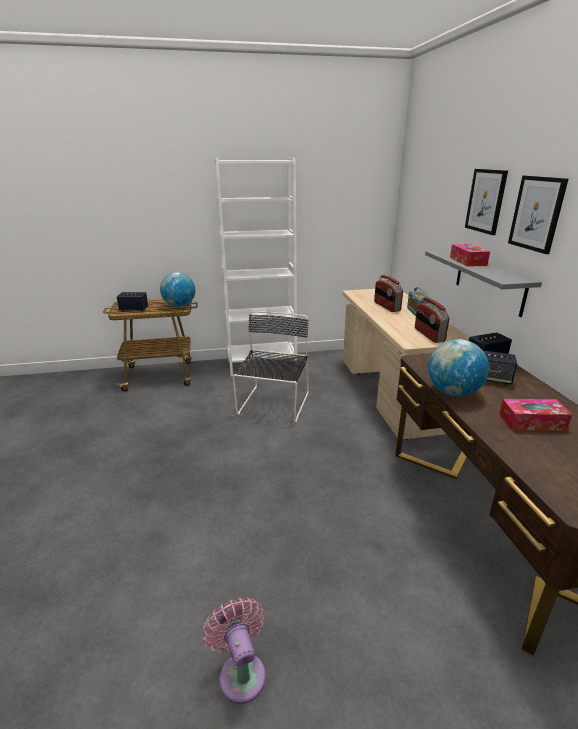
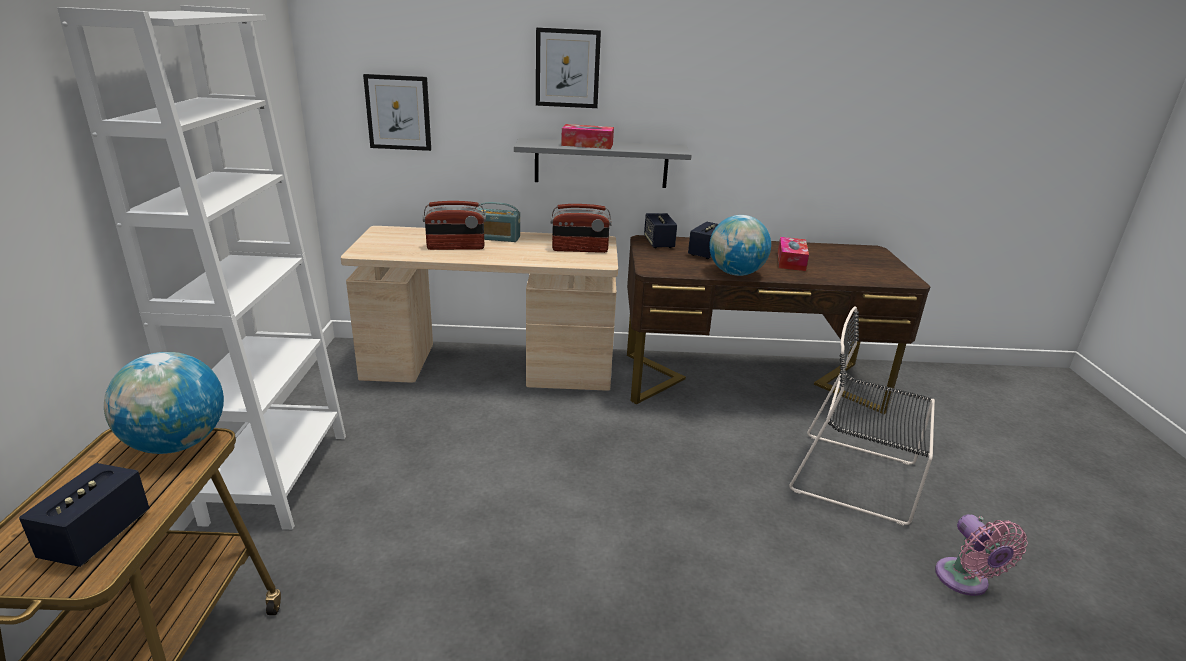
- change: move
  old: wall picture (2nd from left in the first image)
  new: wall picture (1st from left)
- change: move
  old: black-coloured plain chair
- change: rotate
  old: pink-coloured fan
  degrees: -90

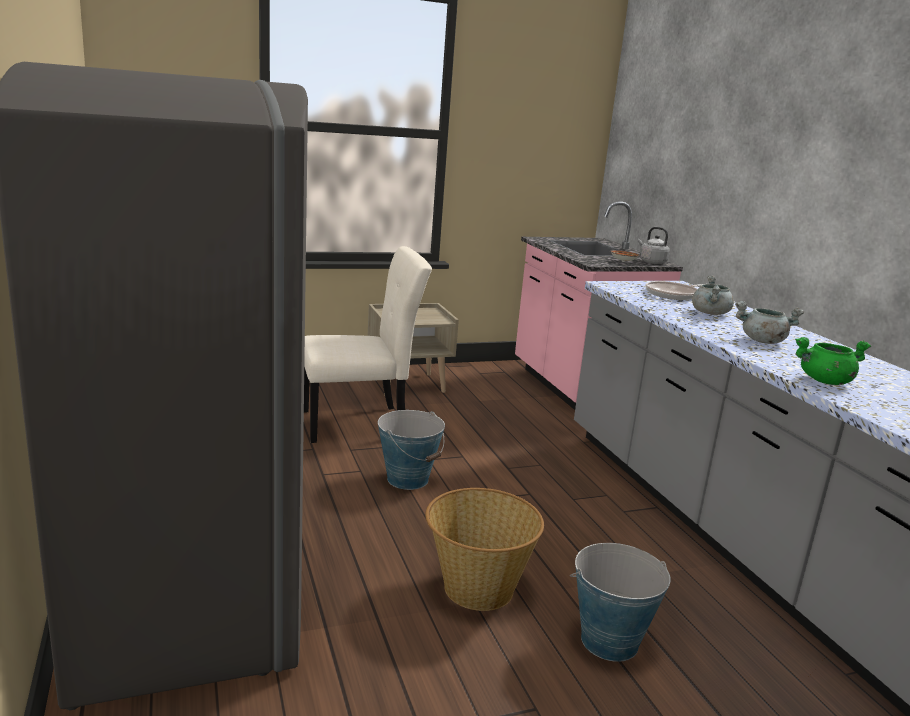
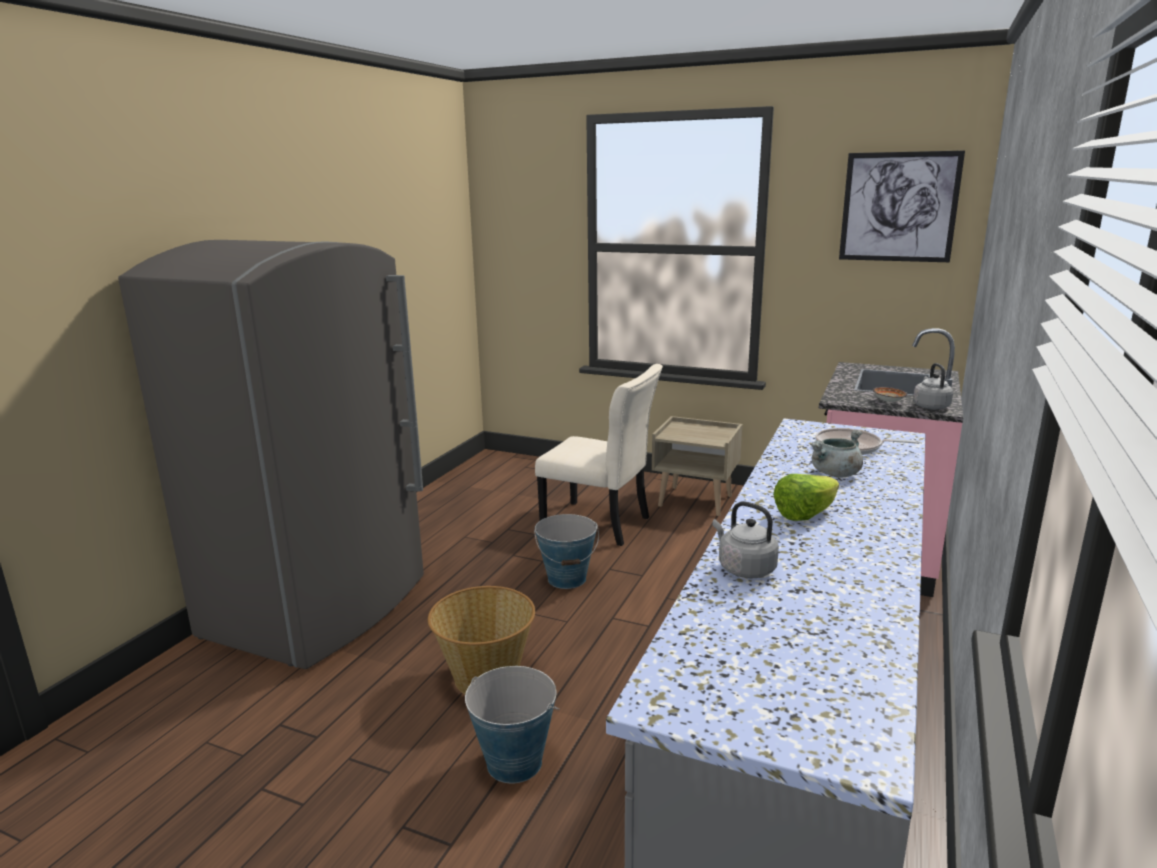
- change: replace
  old: greenish stockpot
  new: gray water kettle (1st from left)
- change: replace
  old: gray stockpot (2nd from left)
  new: lettuce head
- change: insert
  new: wall picture

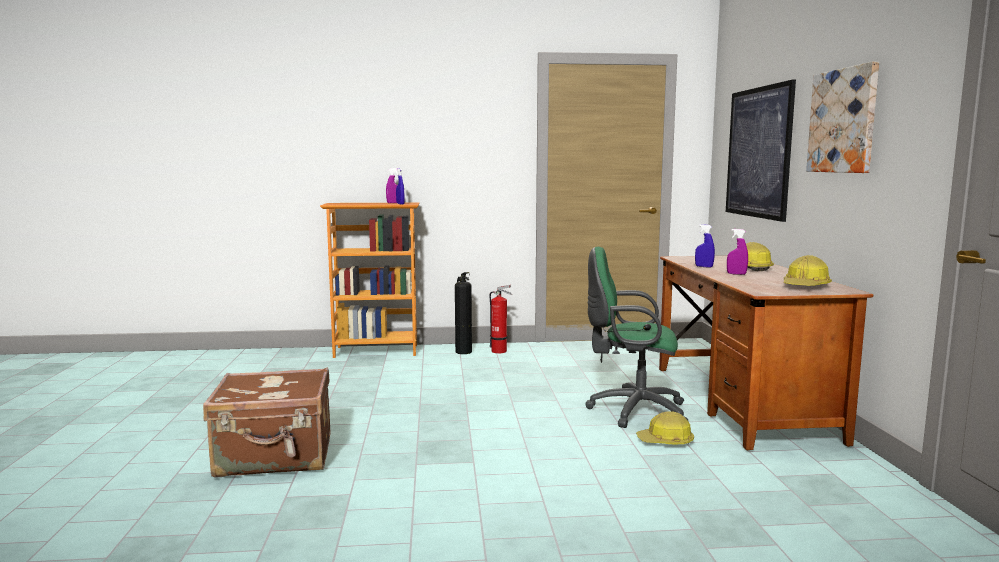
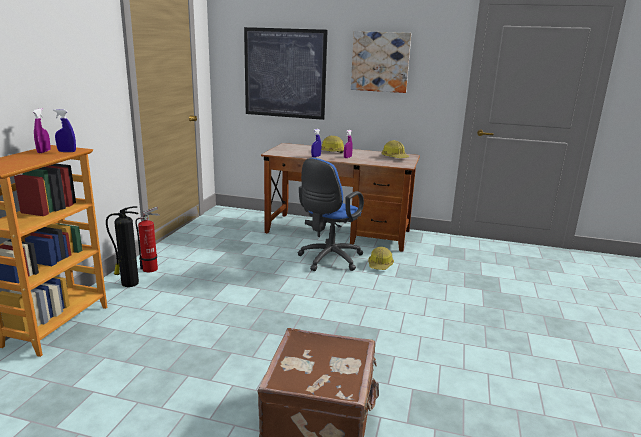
- change: recolor
  old: greenish computer chair
  new: blue-coloured computer chair

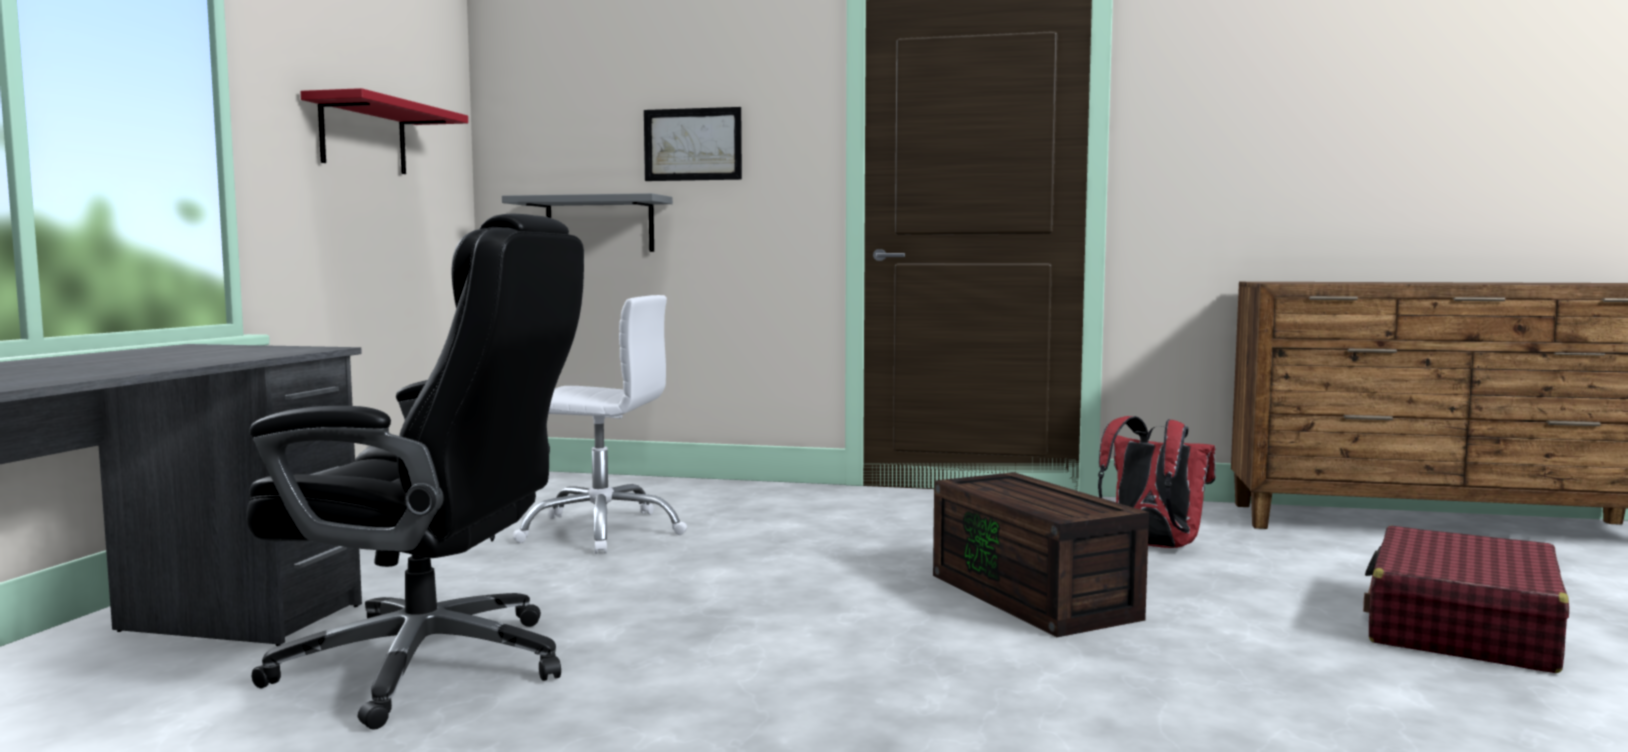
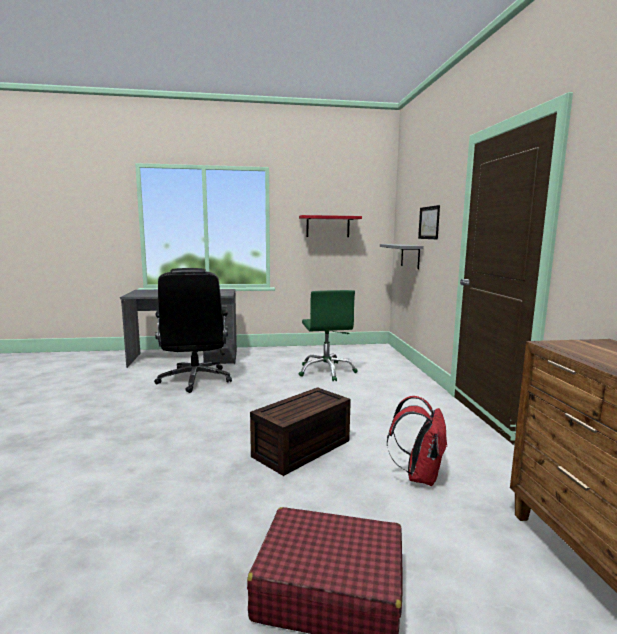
- change: recolor
  old: white-coloured computer chair
  new: greenish computer chair

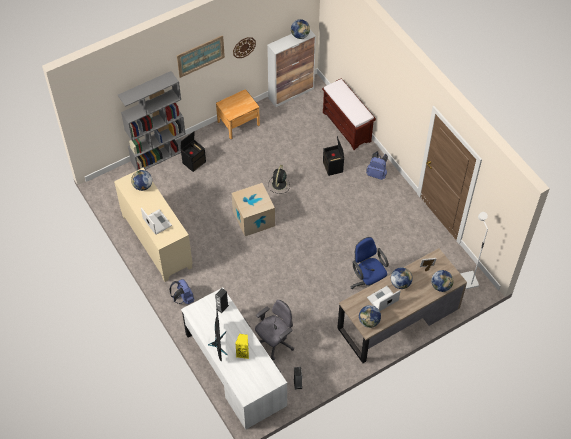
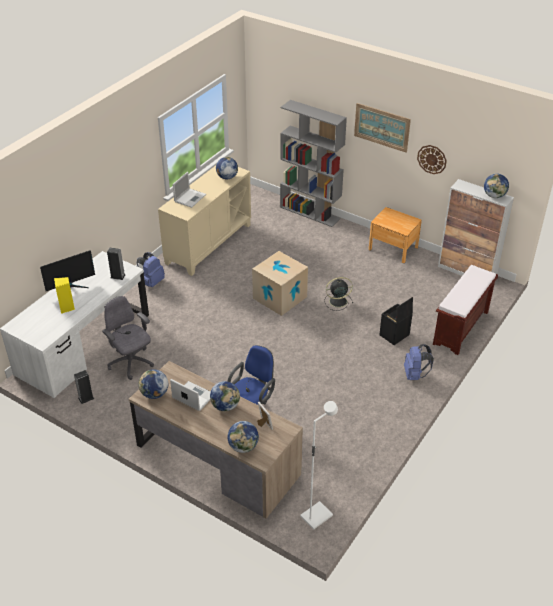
- change: rotate
  old: gray computer chair
  degrees: -150
- change: delete
  old: black-coloured storage bin (1st from left)

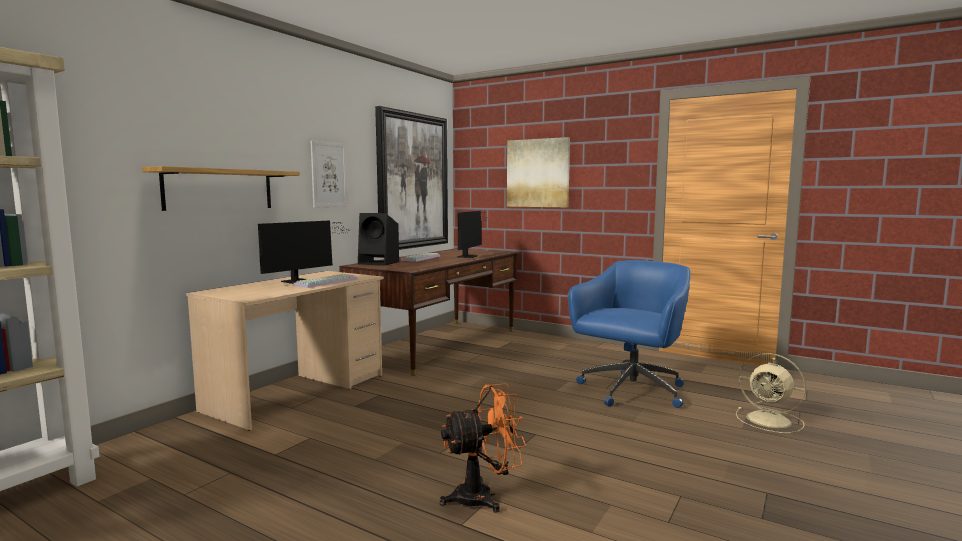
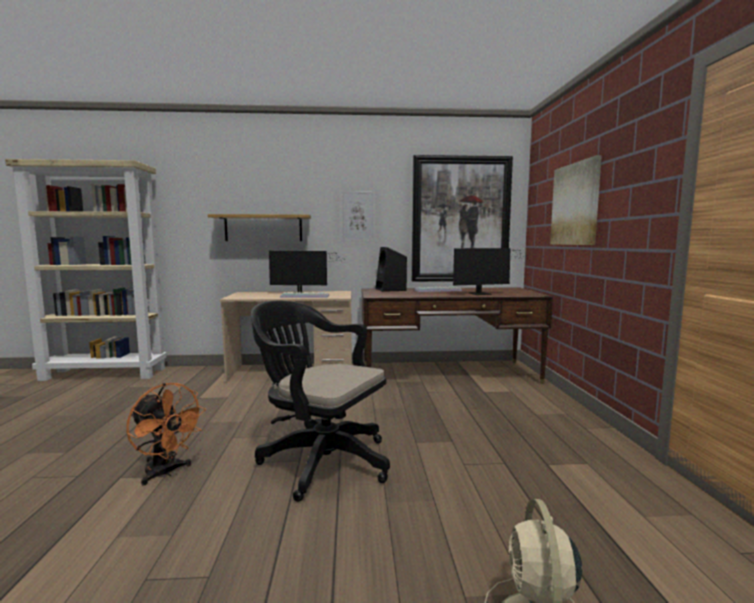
- change: insert
  new: black-coloured computer chair
- change: delete
  old: blue-coloured computer chair

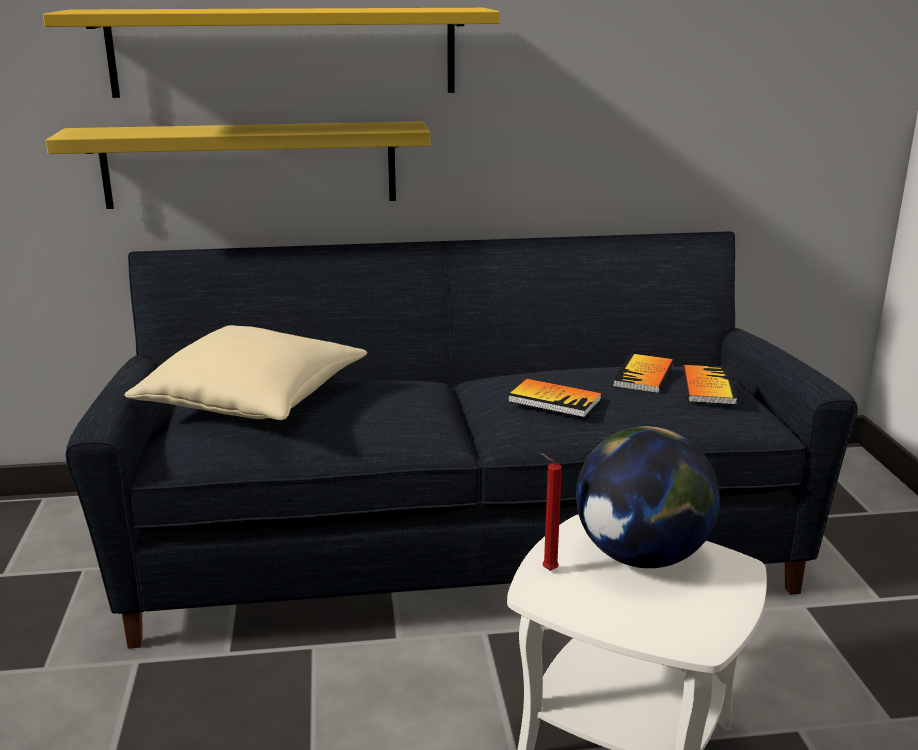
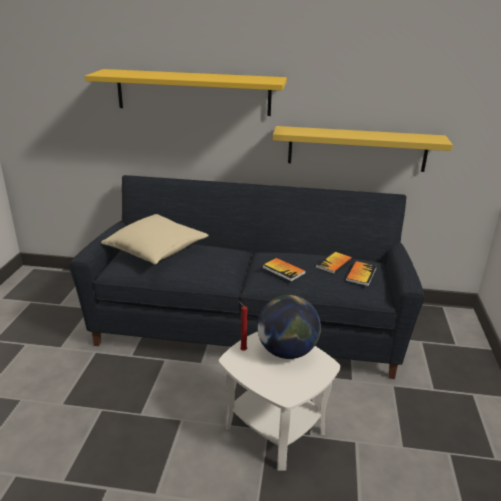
- change: move
  old: yellowish bracket shelf (1st from left in the first image)
  new: yellowish bracket shelf (2nd from left)

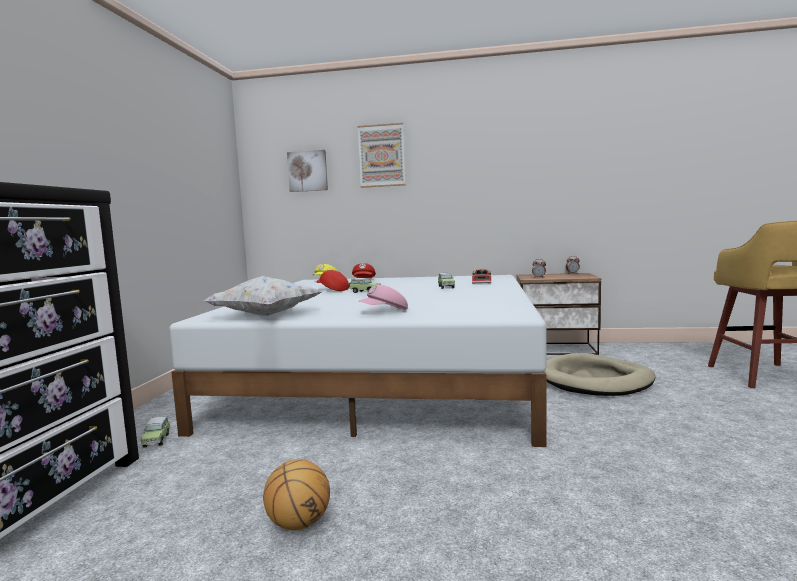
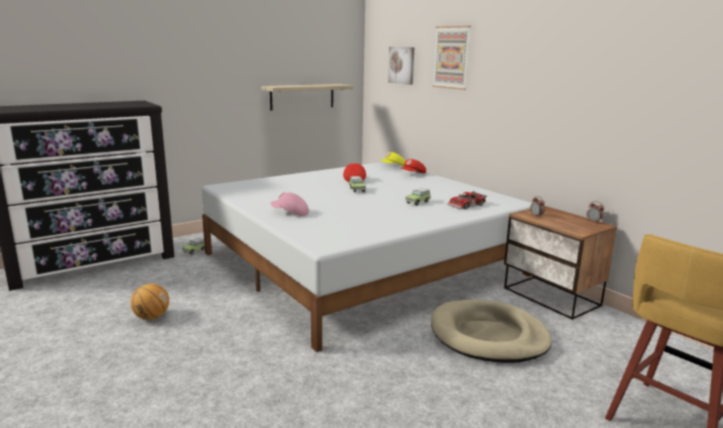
- change: insert
  new: bracket shelf
- change: delete
  old: white-coloured cushion

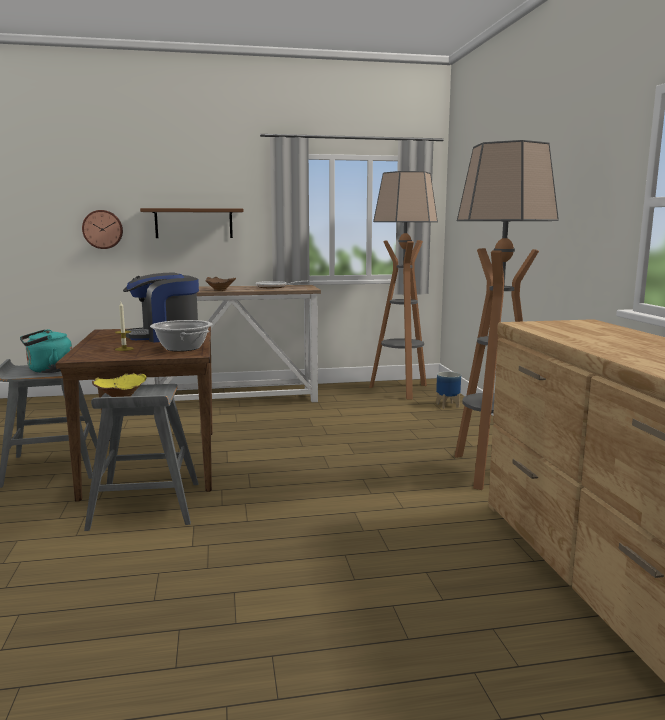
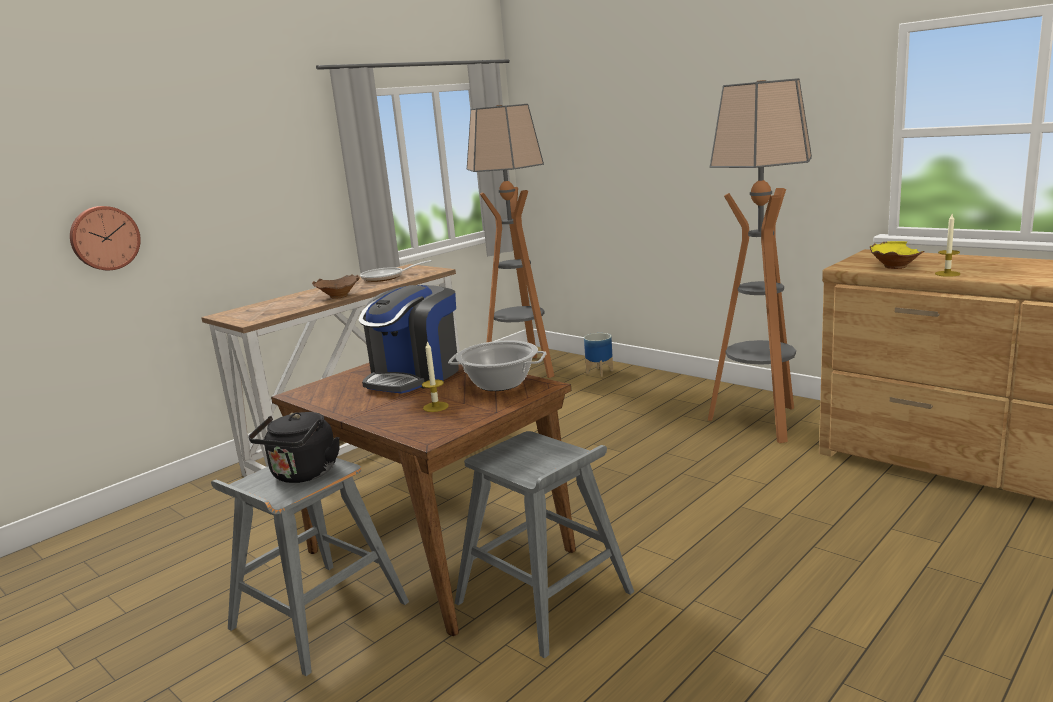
- change: recolor
  old: turquoise-coloured water kettle
  new: black-coloured water kettle
- change: move
  old: yellowish deep dish
- change: insert
  new: wax candle (2nd from left)
- change: delete
  old: brown-coloured bracket shelf

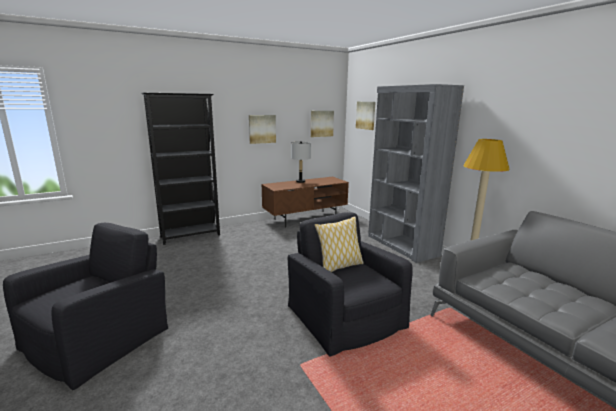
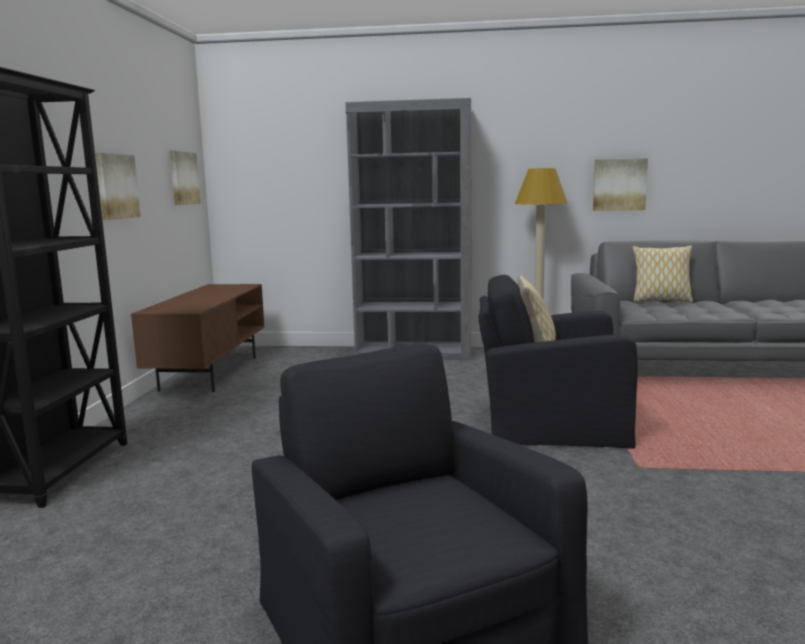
- change: move
  old: wall picture (3rd from left)
- change: insert
  new: cushion (2nd from left)
- change: delete
  old: gray tabletop lamp

